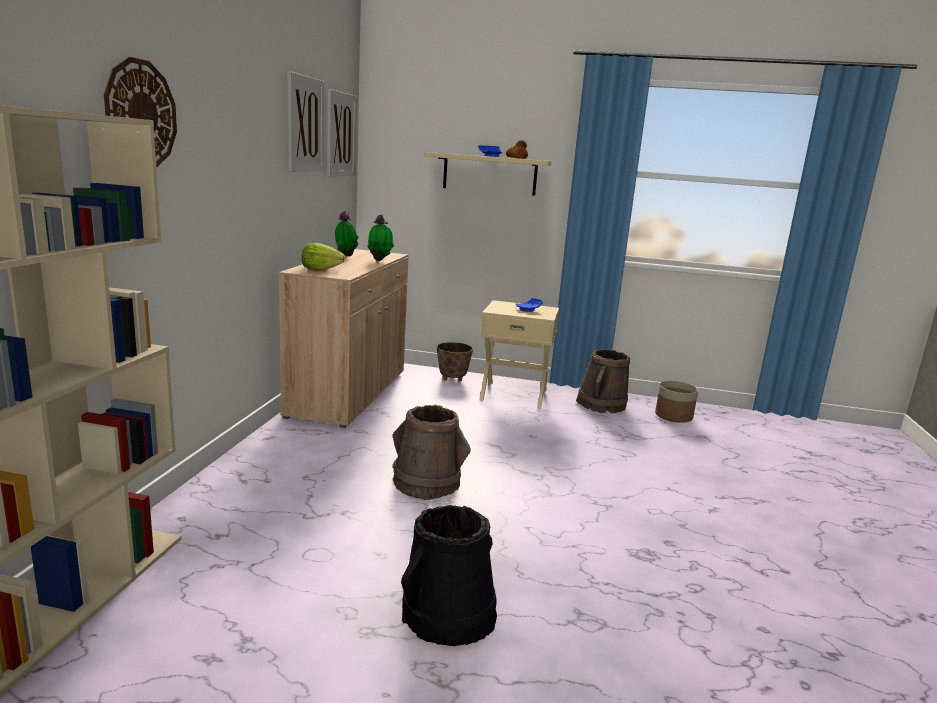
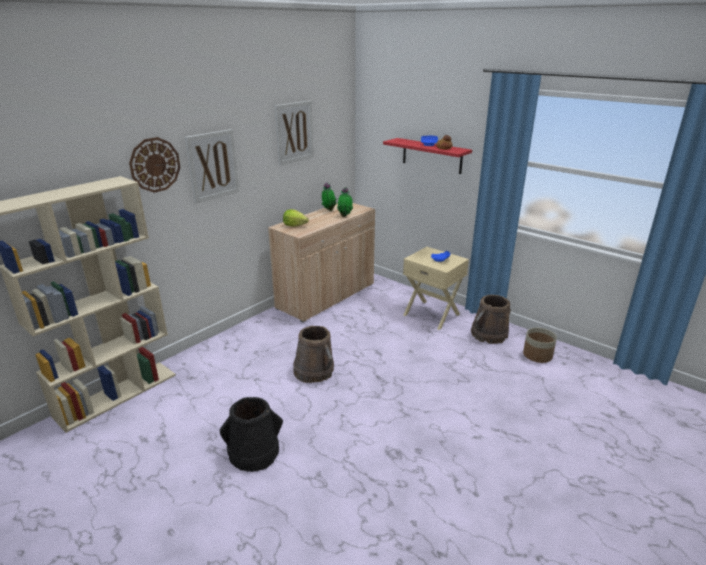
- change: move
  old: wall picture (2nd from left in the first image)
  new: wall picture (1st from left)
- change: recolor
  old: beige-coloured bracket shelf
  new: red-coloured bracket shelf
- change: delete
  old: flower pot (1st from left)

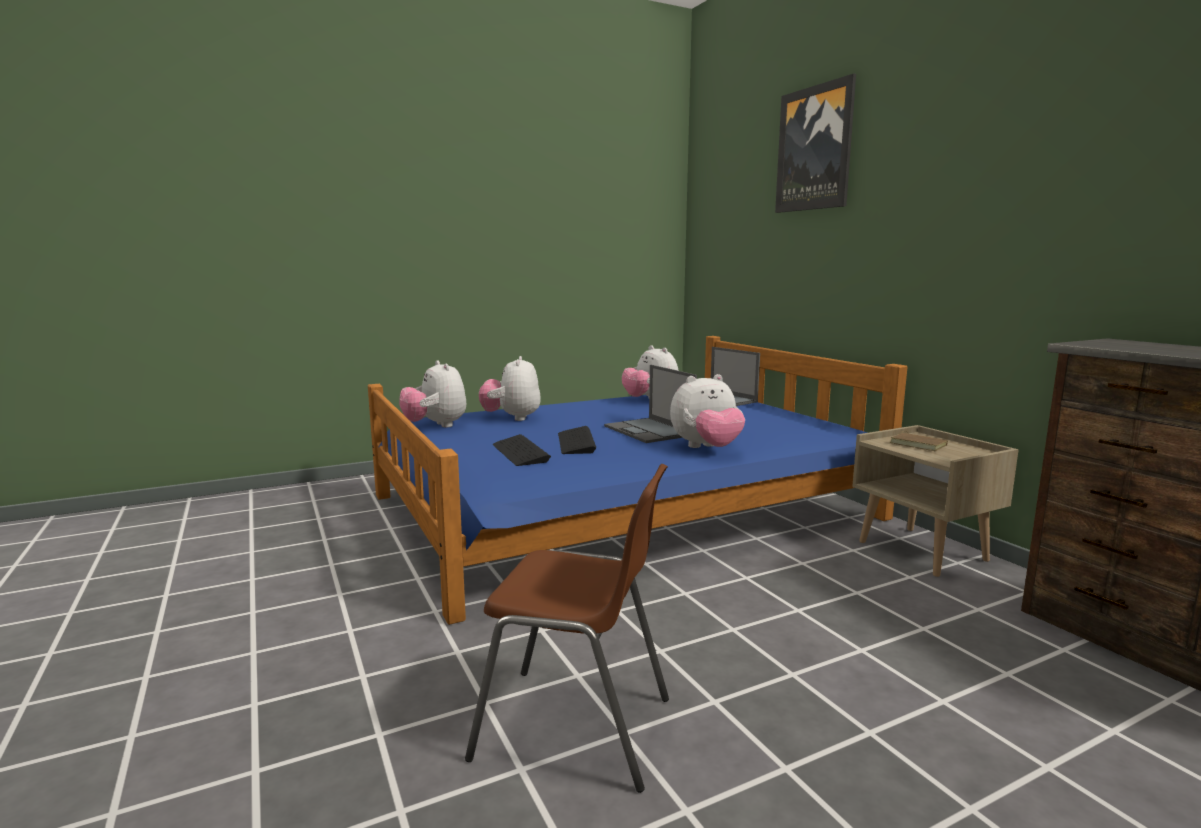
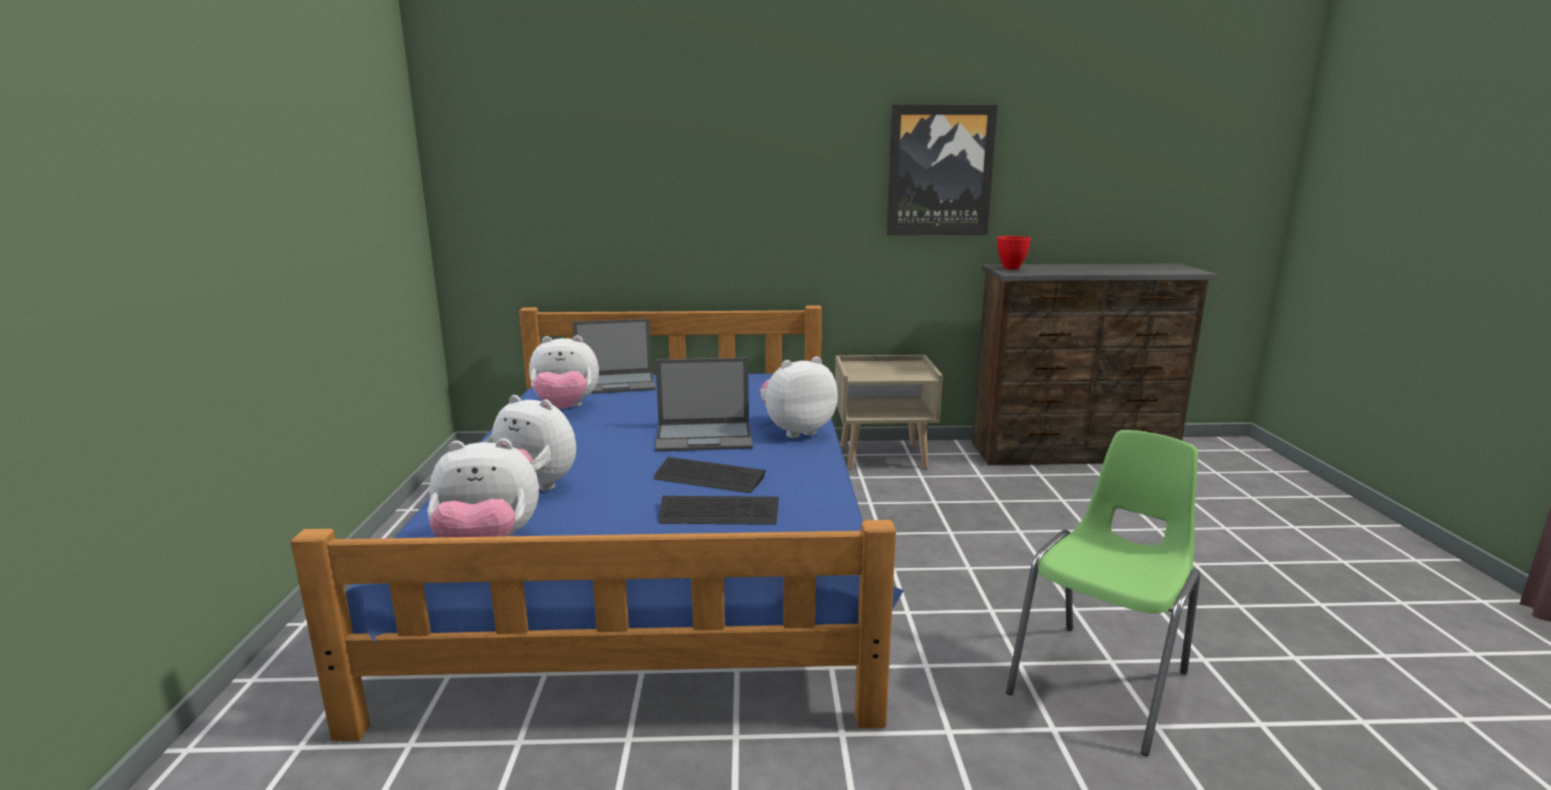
- change: rotate
  old: plush toy (4th from left)
  degrees: -120
- change: move
  old: wall picture
- change: insert
  new: red-coloured deep dish
- change: recolor
  old: brown-coloured plain chair
  new: greenish plain chair
- change: delete
  old: brown-coloured volume

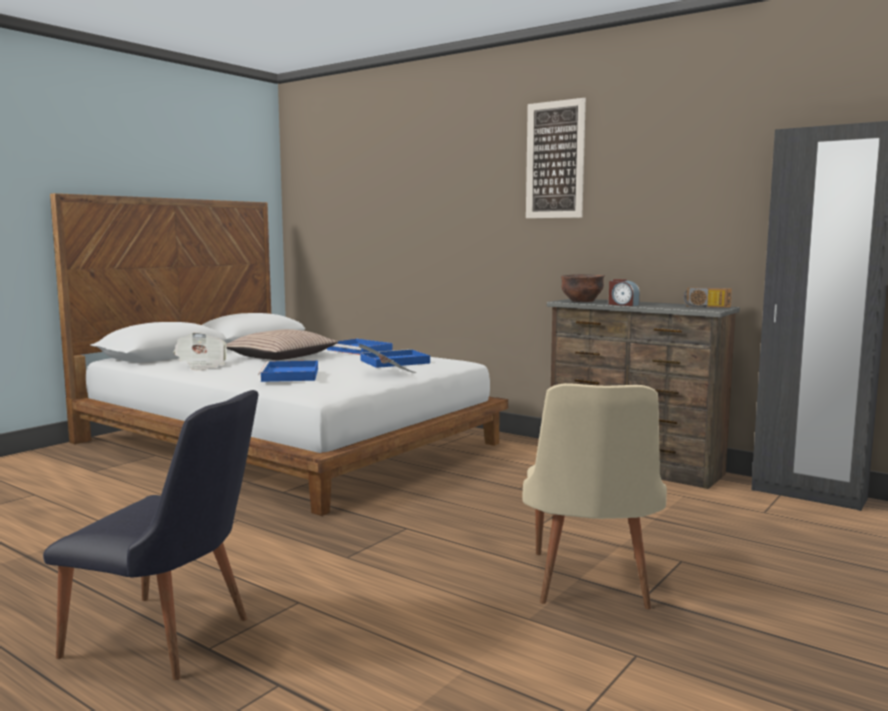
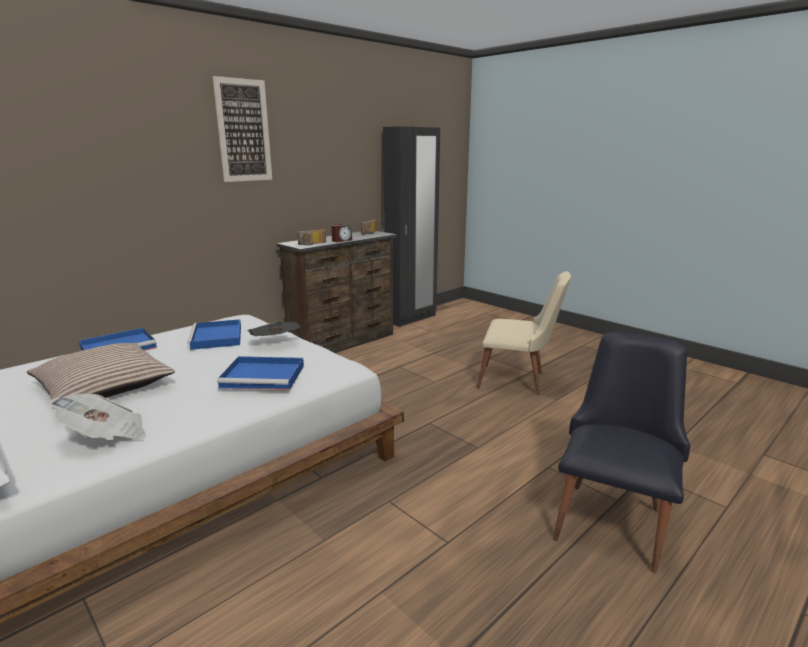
- change: replace
  old: brown-coloured deep dish
  new: radio receiver (1st from left)

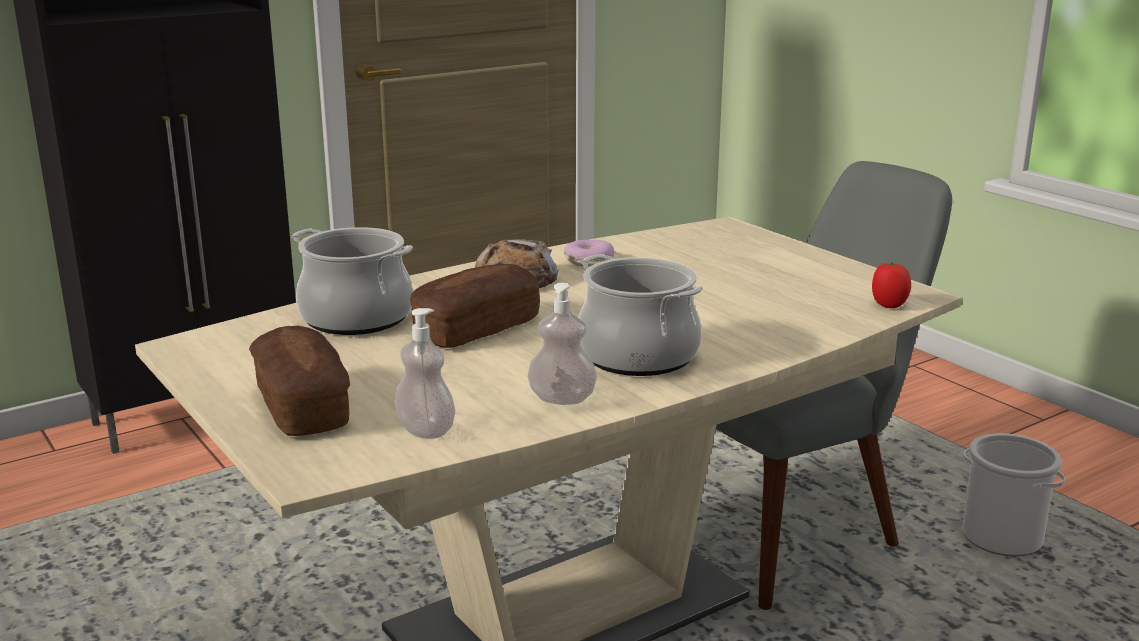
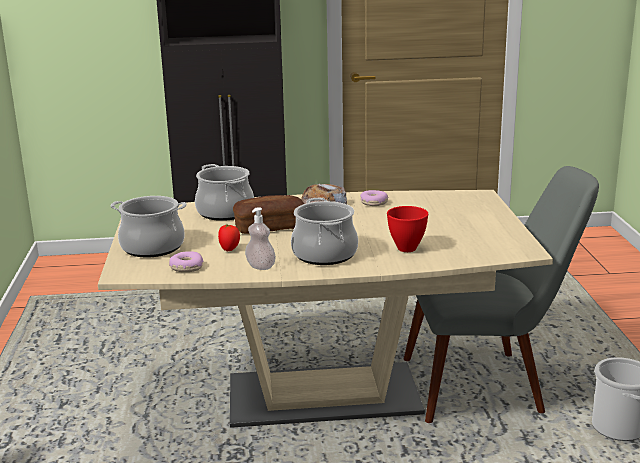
- change: replace
  old: bakery bread (1st from left)
  new: stockpot (1st from left)
- change: replace
  old: liquid soap bottle (1st from left)
  new: donut (1st from left)
- change: move
  old: whole tomato
- change: insert
  new: red-coloured deep dish

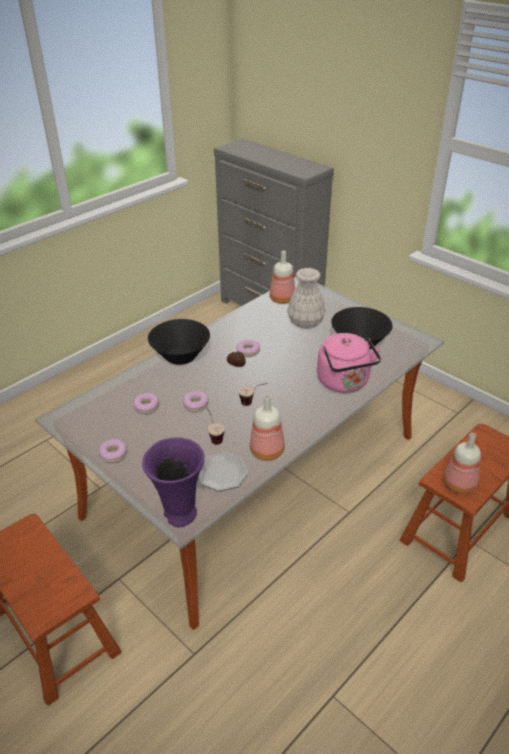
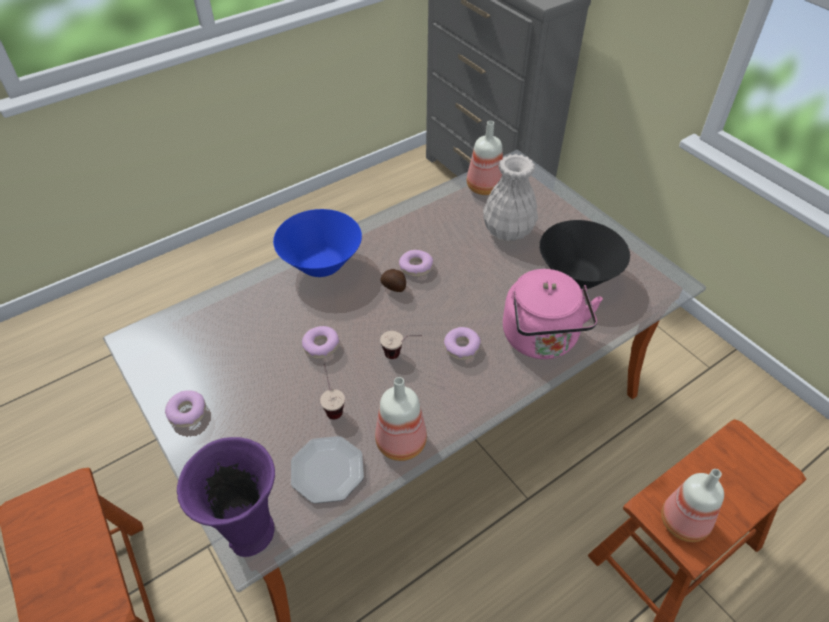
- change: recolor
  old: black-coloured deep dish (1st from left)
  new: blue-coloured deep dish
- change: move
  old: donut (2nd from left in the first image)
  new: donut (4th from left)

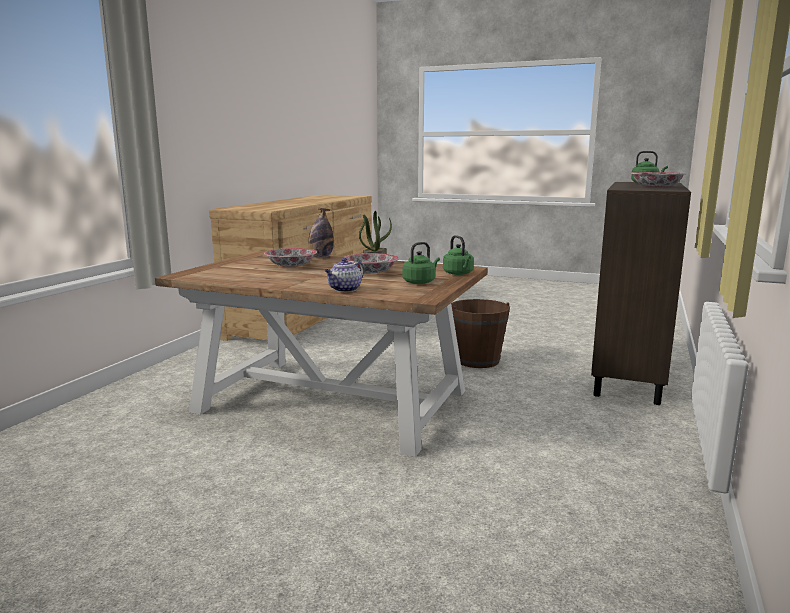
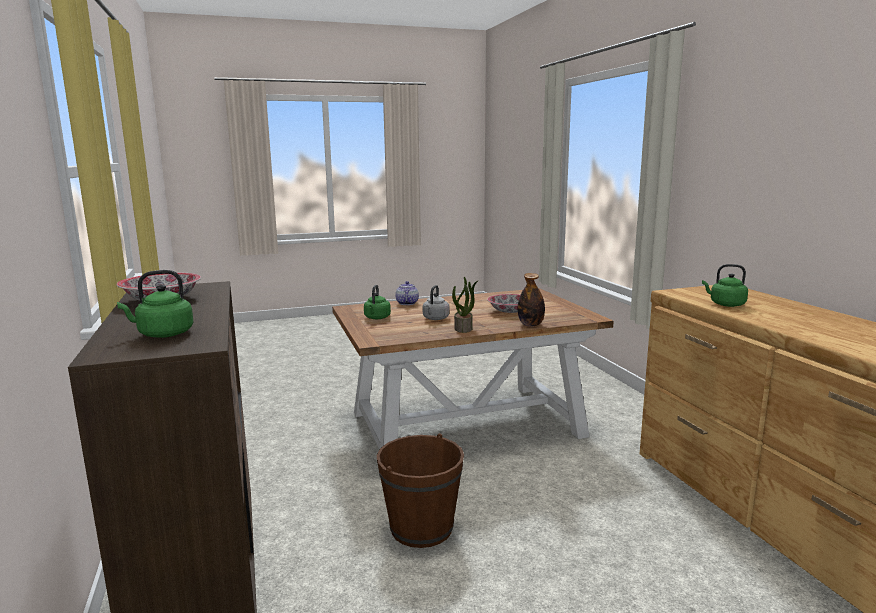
- change: replace
  old: deep dish (2nd from left)
  new: gray water kettle
- change: move
  old: greenish water kettle (2nd from left in the first image)
  new: greenish water kettle (3rd from left)

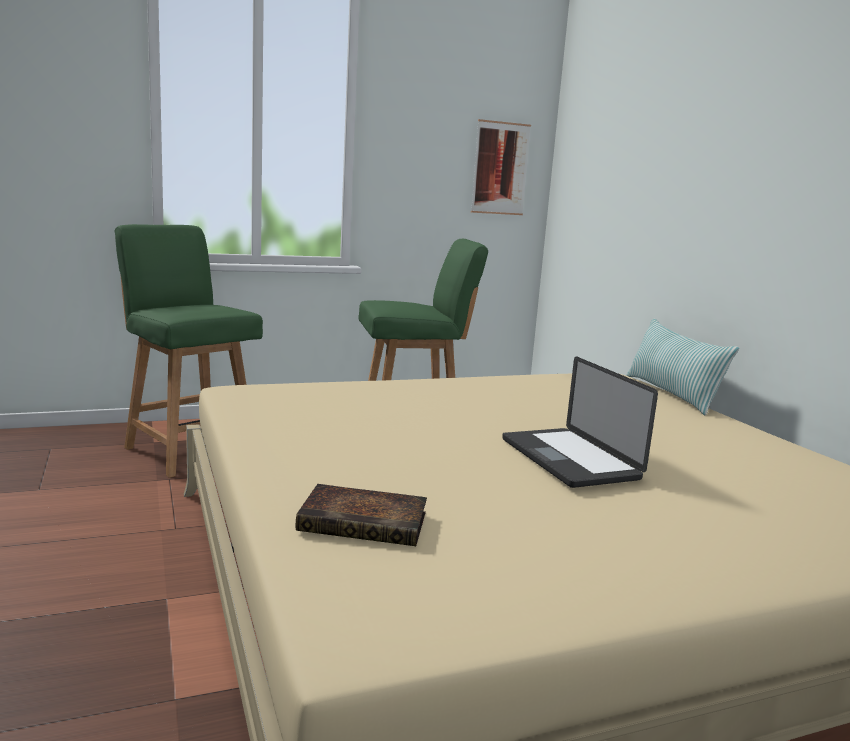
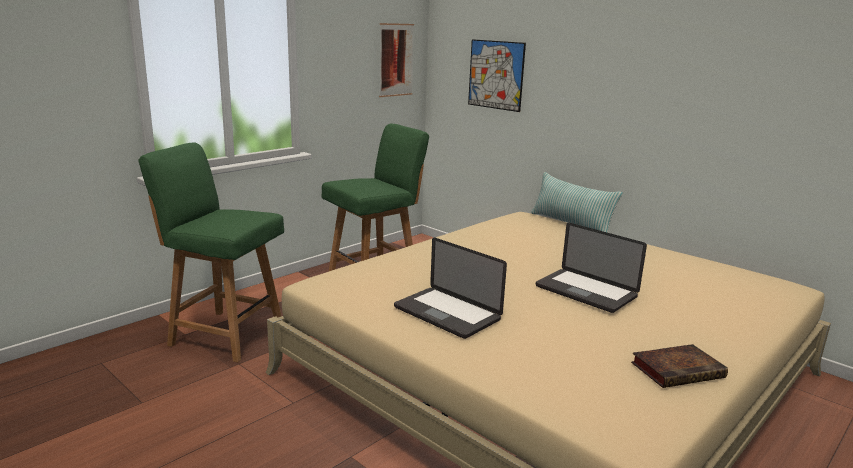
- change: insert
  new: portable computer (1st from left)
- change: insert
  new: wall picture (2nd from left)
- change: move
  old: volume

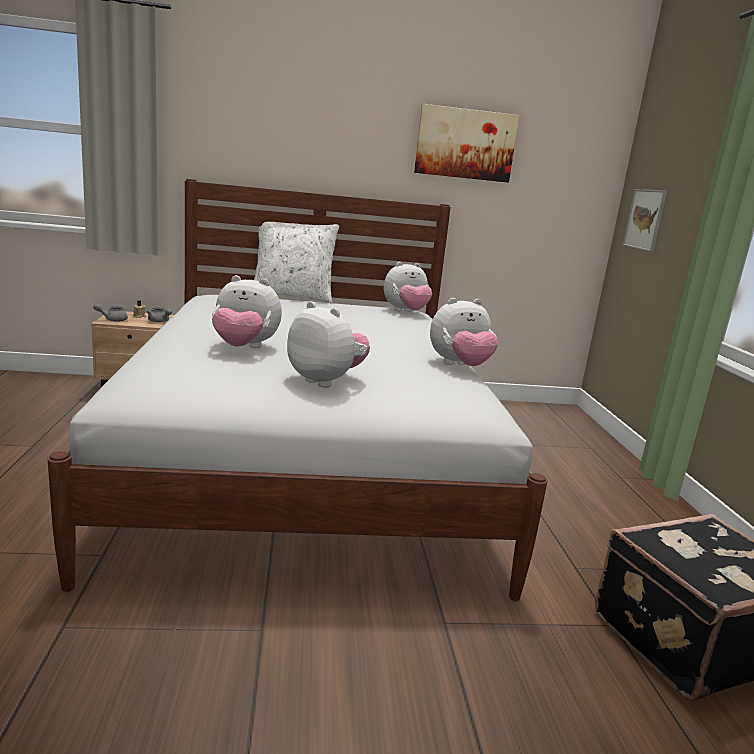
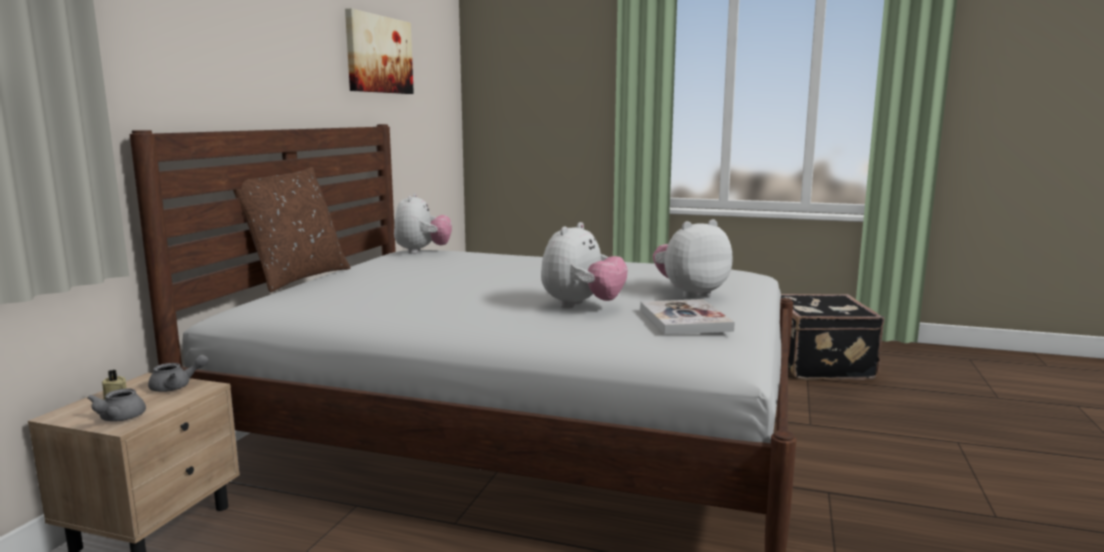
- change: recolor
  old: white-coloured cushion
  new: brown-coloured cushion
- change: insert
  new: volume
- change: delete
  old: plush toy (4th from left)
- change: delete
  old: wall picture (2nd from left)

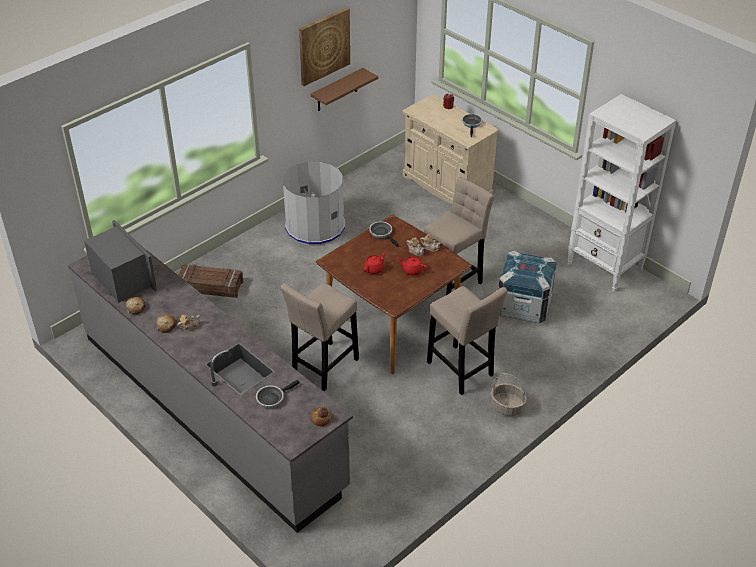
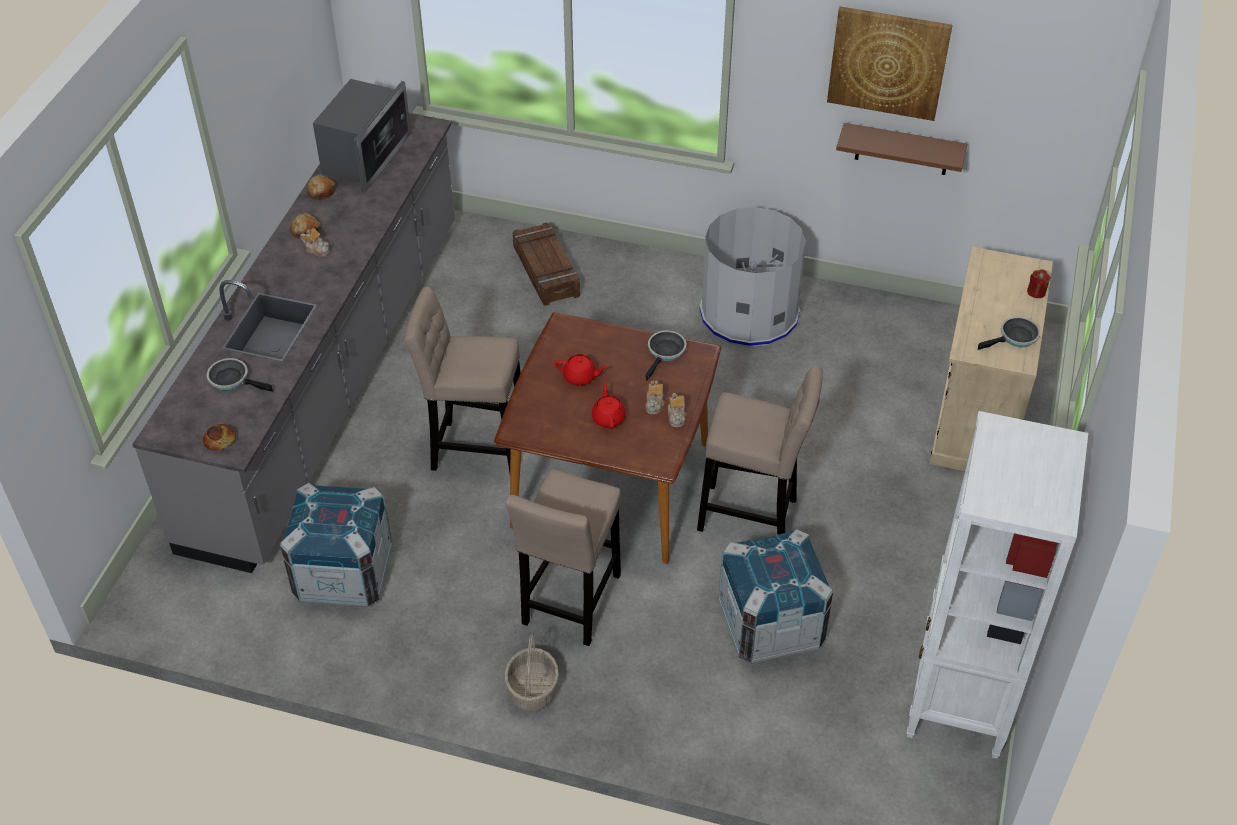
- change: insert
  new: packing crate (1st from left)

